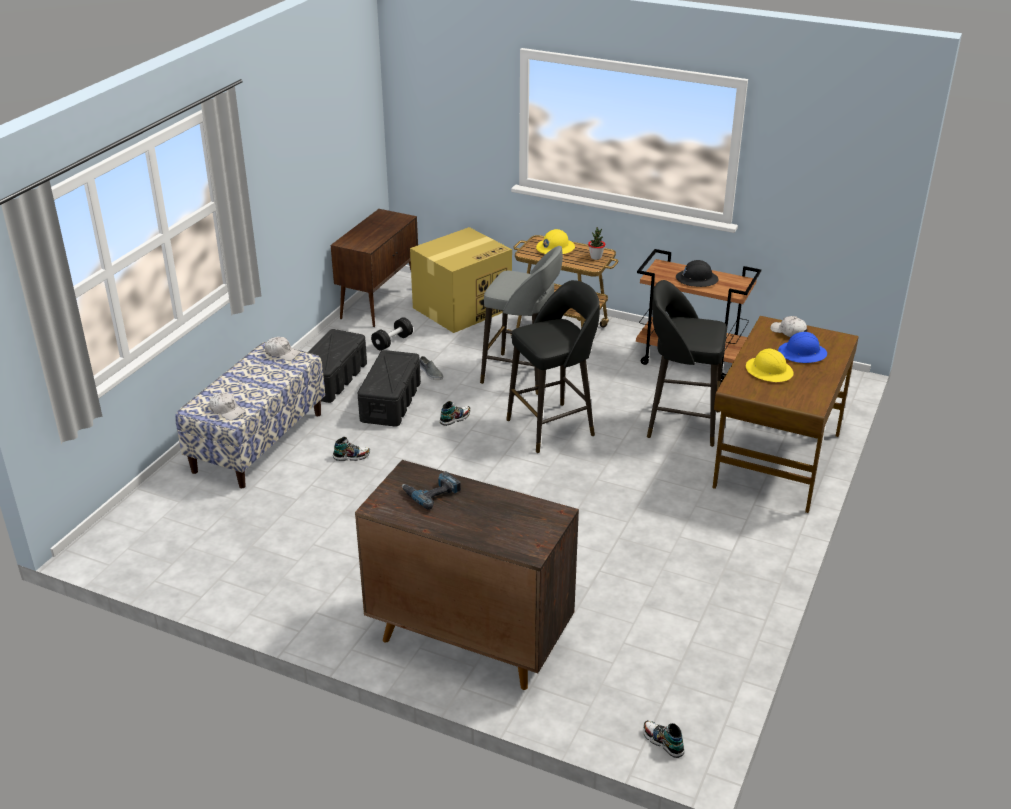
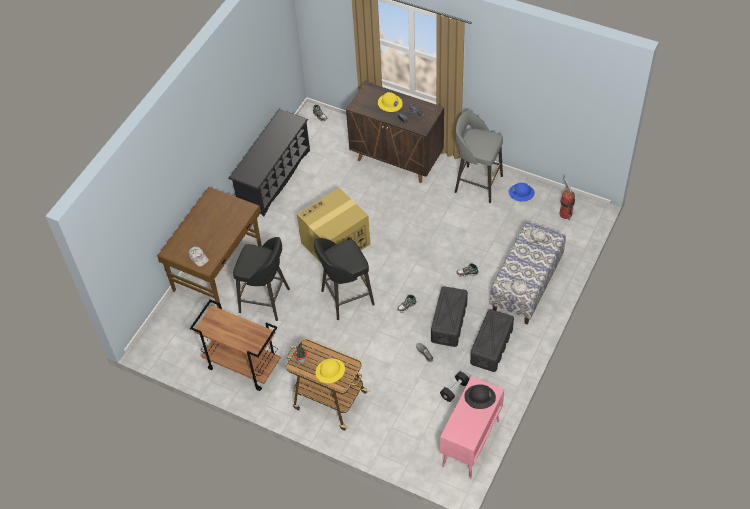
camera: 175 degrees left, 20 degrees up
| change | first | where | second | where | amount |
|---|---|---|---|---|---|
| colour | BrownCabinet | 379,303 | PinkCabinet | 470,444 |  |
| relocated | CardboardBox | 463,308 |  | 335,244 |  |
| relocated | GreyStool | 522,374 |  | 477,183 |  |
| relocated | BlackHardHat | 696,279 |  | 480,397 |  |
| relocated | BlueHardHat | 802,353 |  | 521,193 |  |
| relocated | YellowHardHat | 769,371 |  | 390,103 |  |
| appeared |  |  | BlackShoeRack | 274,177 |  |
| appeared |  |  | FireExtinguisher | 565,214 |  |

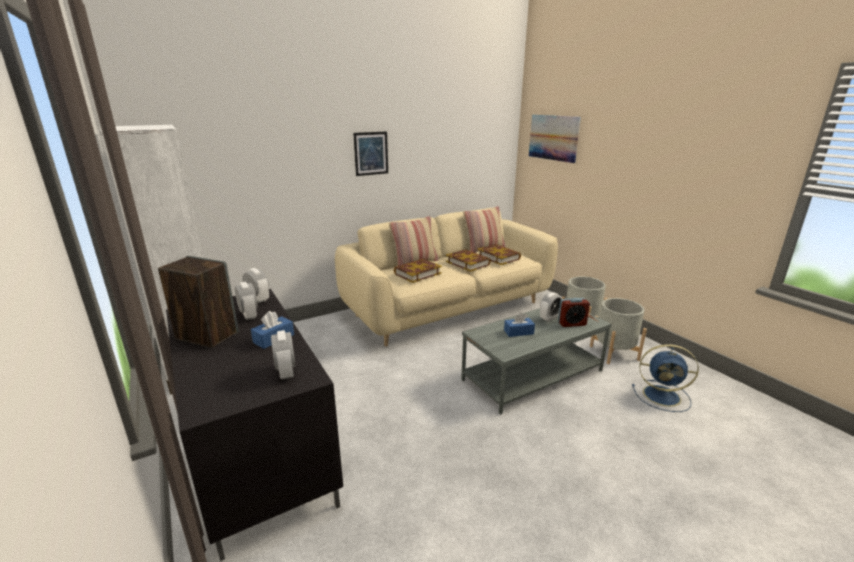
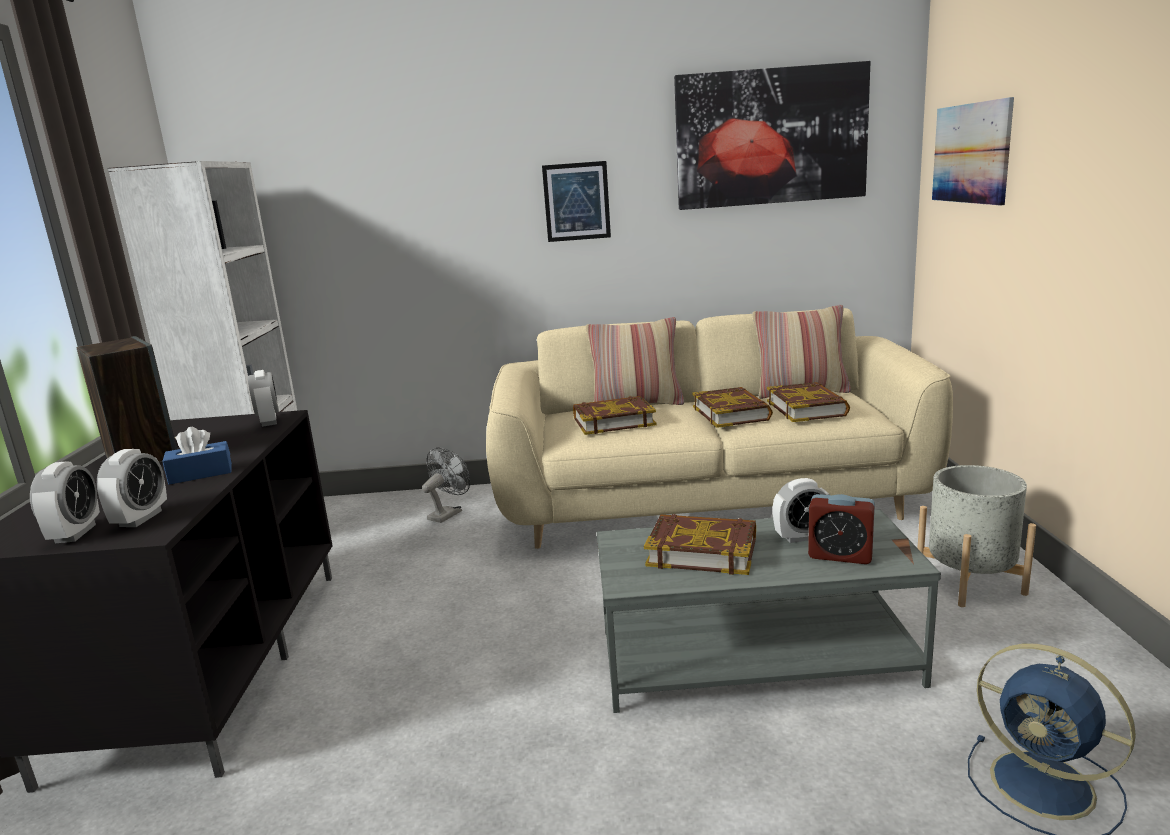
camera: 30 degrees right, 5 degrees down
| change | first | where | second | where | amount |
|---|---|---|---|---|---|
| relocated | AlarmClock | 249,315 |  | 75,533 |  |
| missing | GreyPlanter | 614,353 |  |  |  |
| exchanged | BlueTissueBox | 518,332 | Book | 702,551 |  |
| appeared |  |  | Picture | 771,137 |  |
| appeared |  |  | GreyFan | 448,513 |  |

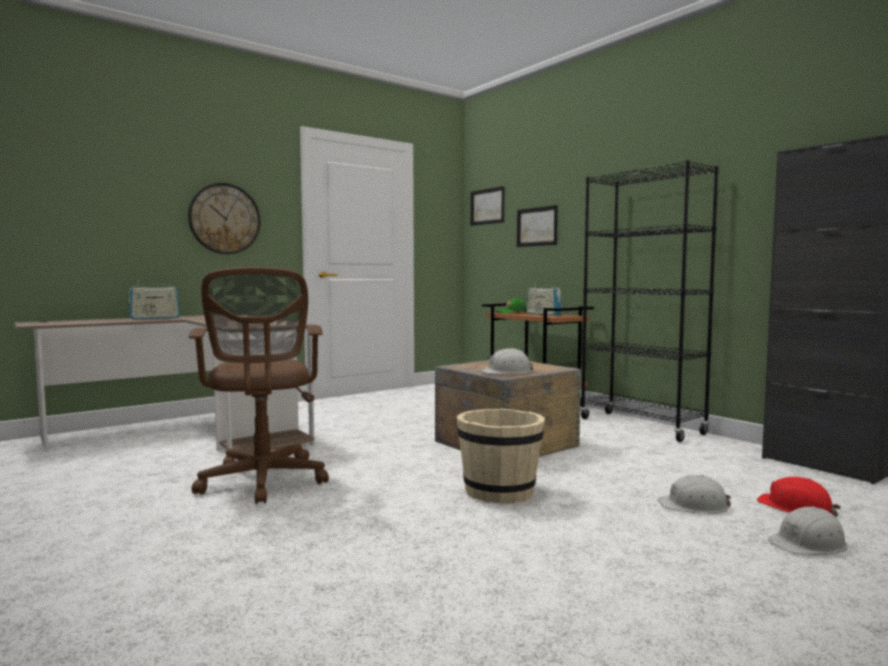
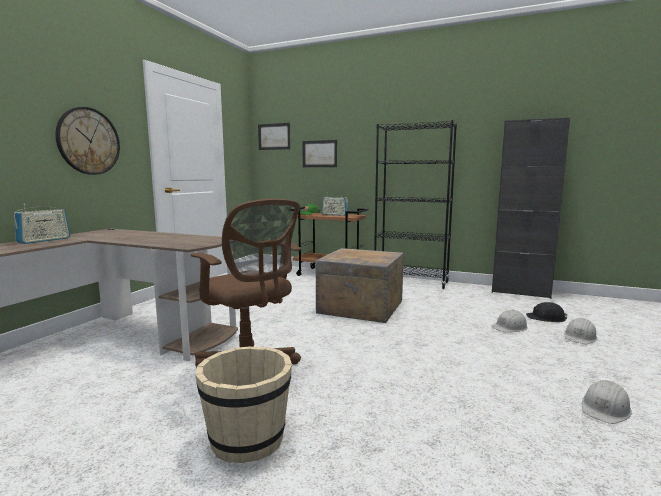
camera: 30 degrees left, 5 degrees up
| change | first | where | second | where | amount |
|---|---|---|---|---|---|
| relocated | WhiteHardHat | 507,372 |  | 605,408 |  |
| relocated | BeigeBucket | 499,492 |  | 247,439 |  |
| colour | RedHardHat | 796,507 | BlackHardHat | 546,318 |  |

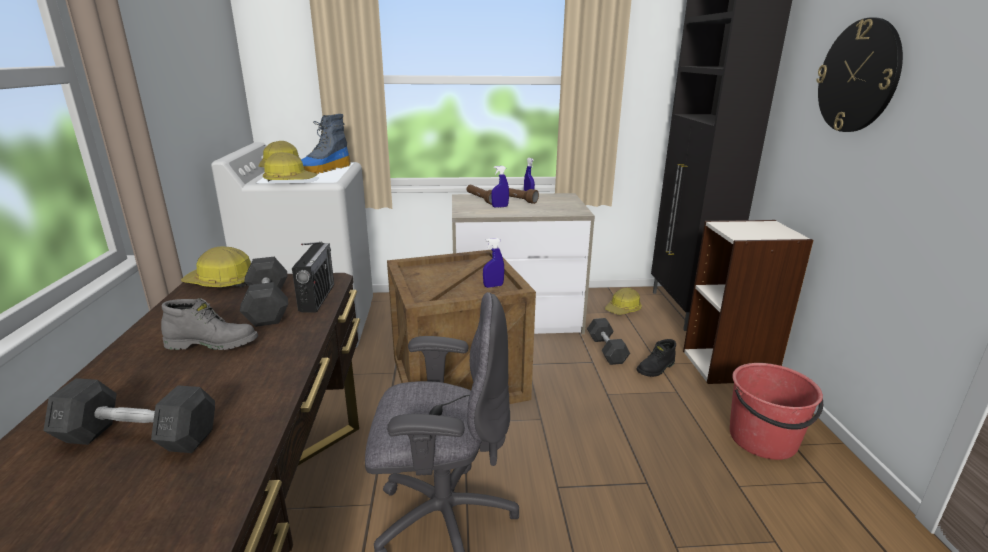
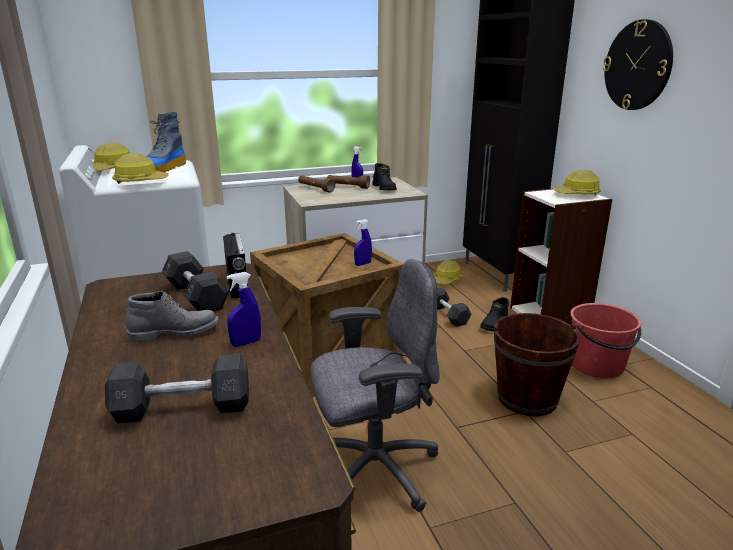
camera: 15 degrees left, 0 degrees up
| change | first | where | second | where | amount |
|---|---|---|---|---|---|
| relocated | BlueSprayBottle | 500,207 |  | 246,343 |  |
| relocated | HardHat | 222,283 |  | 577,194 |  |
| appeared |  |  | BlackBoot | 385,188 |  |
| appeared |  |  | BrownBucket | 527,398 |  |

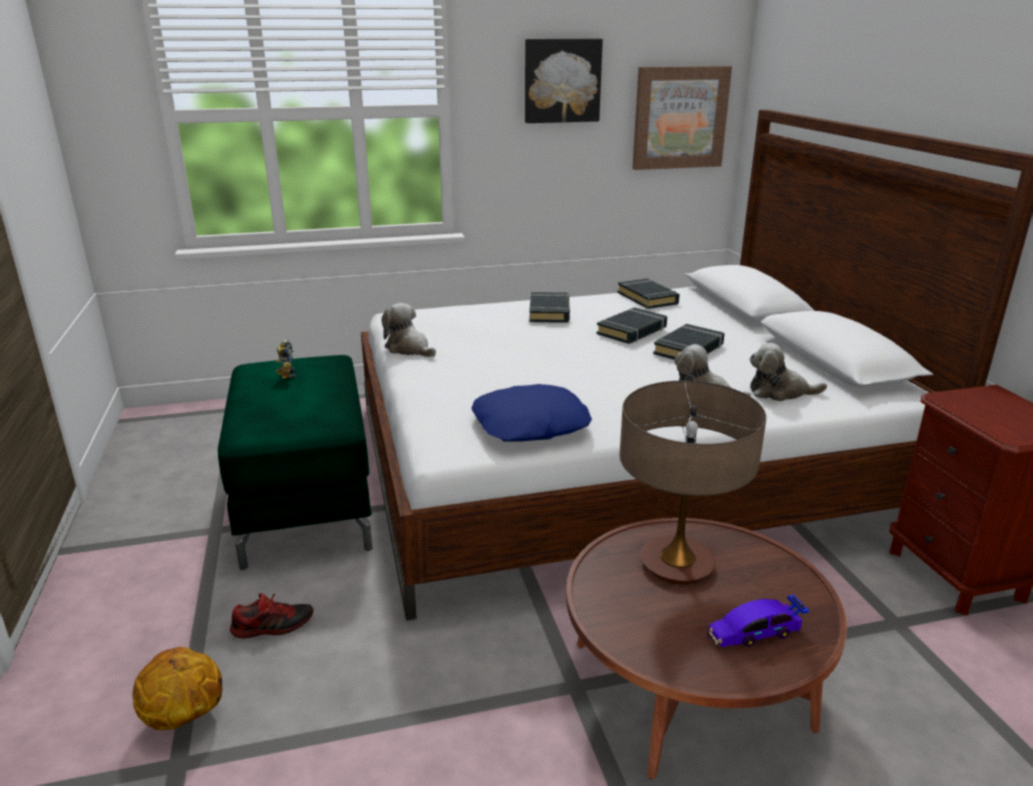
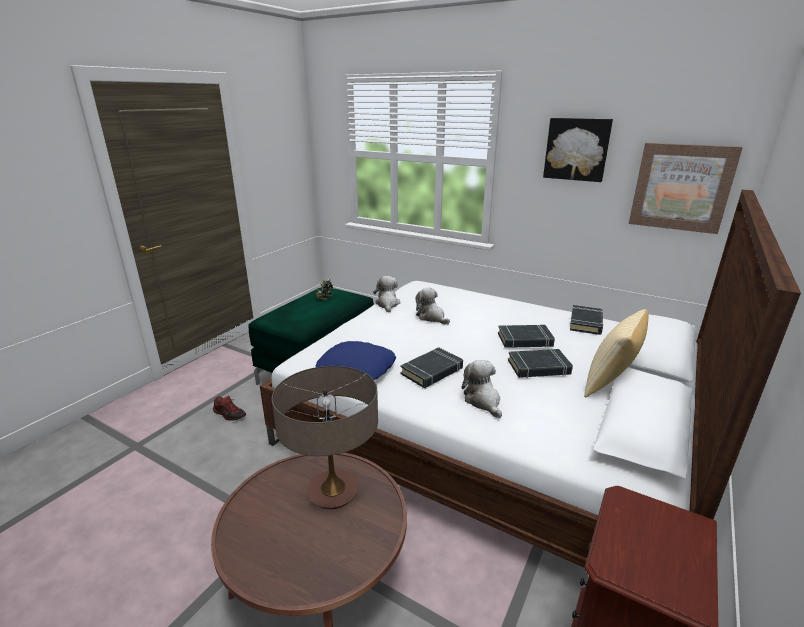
camera: 45 degrees right, 0 degrees up
| change | first | where | second | where | amount |
|---|---|---|---|---|---|
| relocated | BlackBook | 549,312 |  | 432,371 |  |
| relocated | PlushToy | 779,392 |  | 431,317 |  |
| missing | ToyCar | 755,632 |  |  |  |
| missing | Basketball | 184,717 |  |  |  |
| appeared |  |  | Pillow | 610,384 |  |

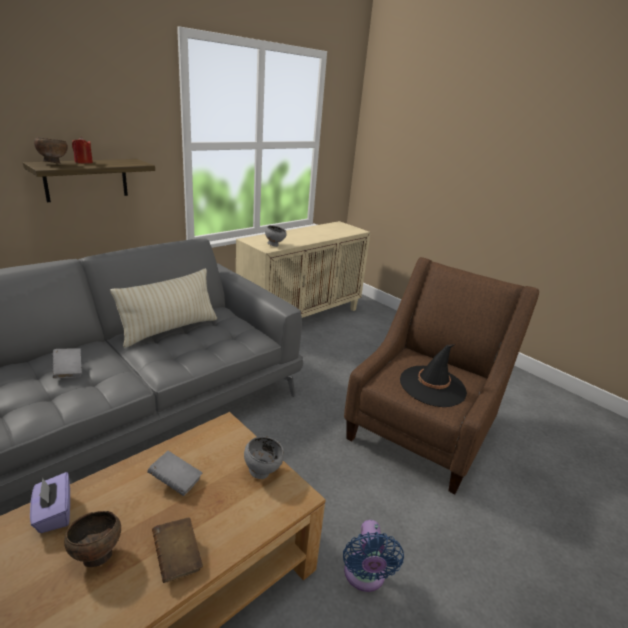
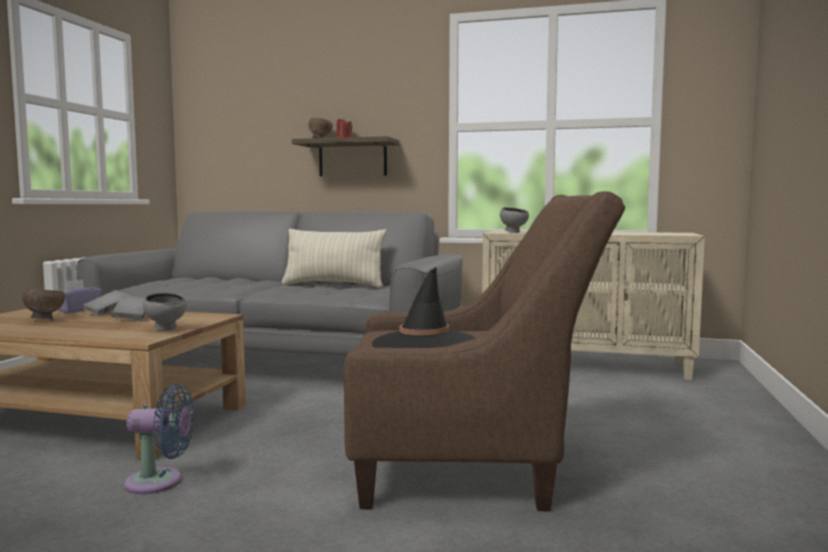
camera: 60 degrees right, 20 degrees down
| change | first | where | second | where | amount |
|---|---|---|---|---|---|
| relocated | GreyBook | 68,371 |  | 107,313 |  |
| missing | BrownBook | 177,558 |  |  |  |
| spun | BlueFan | 364,576 |  | 160,482 | 150 degrees counterclockwise |

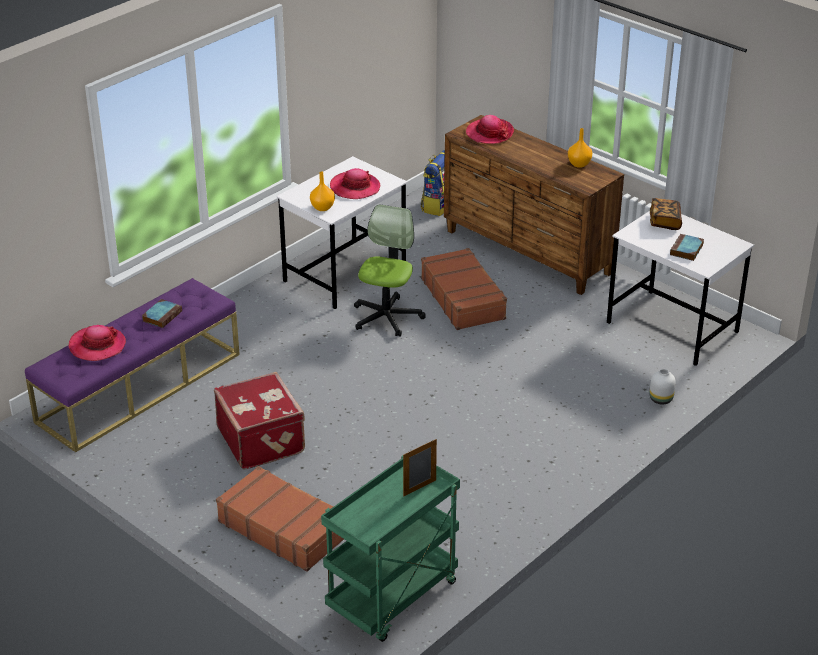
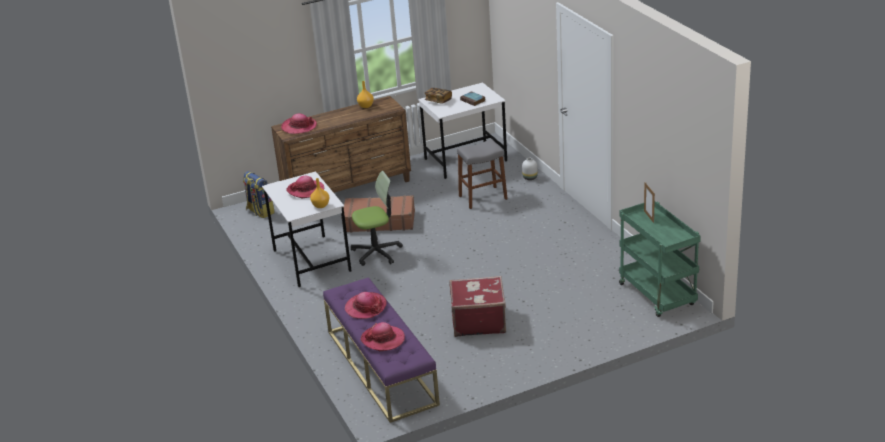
camera: 65 degrees left, 5 degrees down
| change | first | where | second | where | amount |
|---|---|---|---|---|---|
| spun | OfficeChair | 387,317 |  | 377,252 | 120 degrees clockwise |
| exchanged | Book | 162,315 | Hat | 365,307 |  |
| missing | BrownSuitcase | 283,528 |  |  |  |
| appeared |  |  | GreyStool | 483,197 |  |

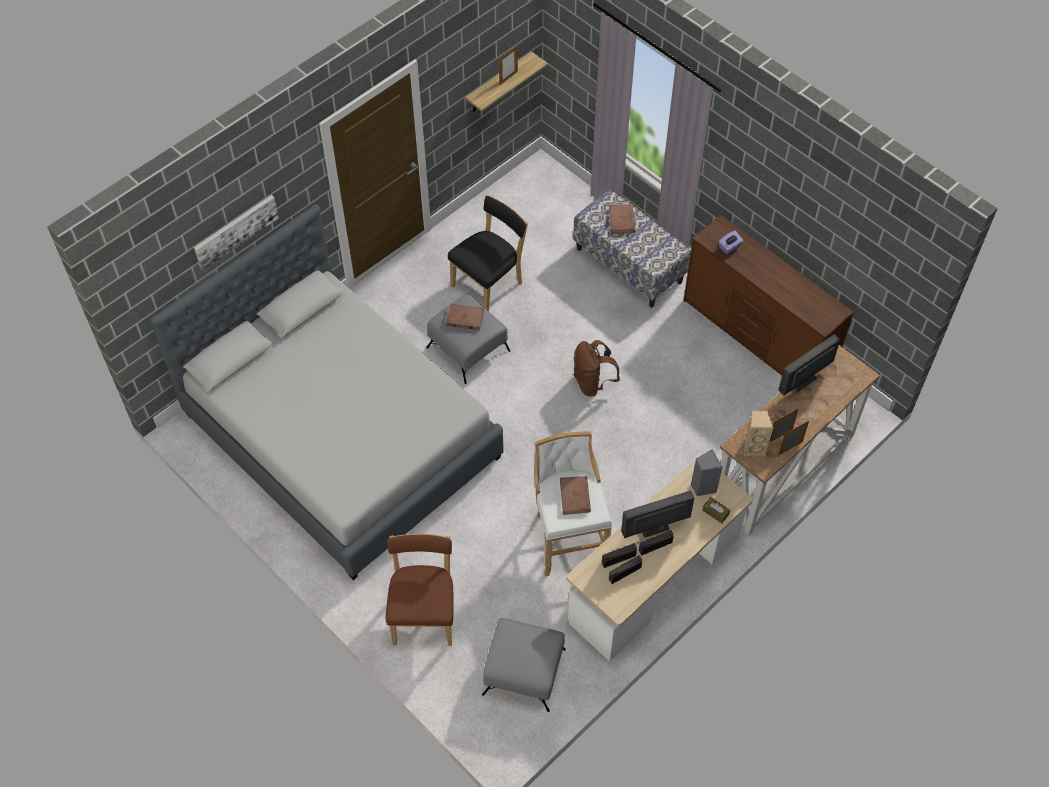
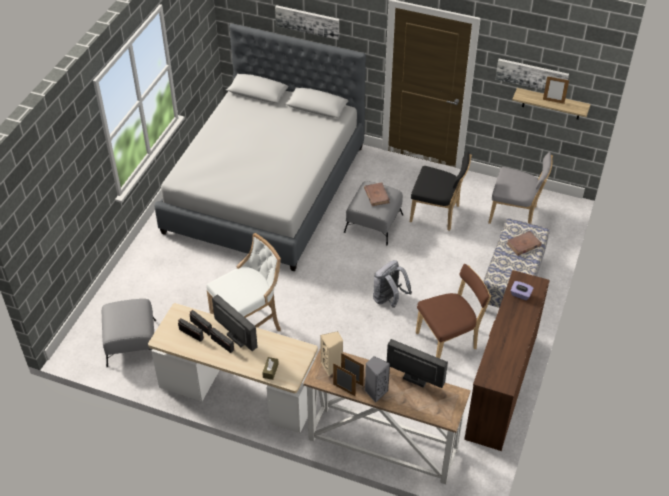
camera: 65 degrees right, 10 degrees down
| change | first | where | second | where | amount |
|---|---|---|---|---|---|
| colour | BrownBackpack | 592,383 | GreyBackpack | 389,299 |  |
| relocated | GreySpeaker | 703,487 |  | 375,392 |  |
| missing | BrownBook | 575,496 |  |  |  |
| relocated | BrownChair | 424,614 |  | 449,340 |  |
| appeared |  |  | Picture | 532,75 |  |
| appeared |  |  | GreyChair | 515,215 |  |

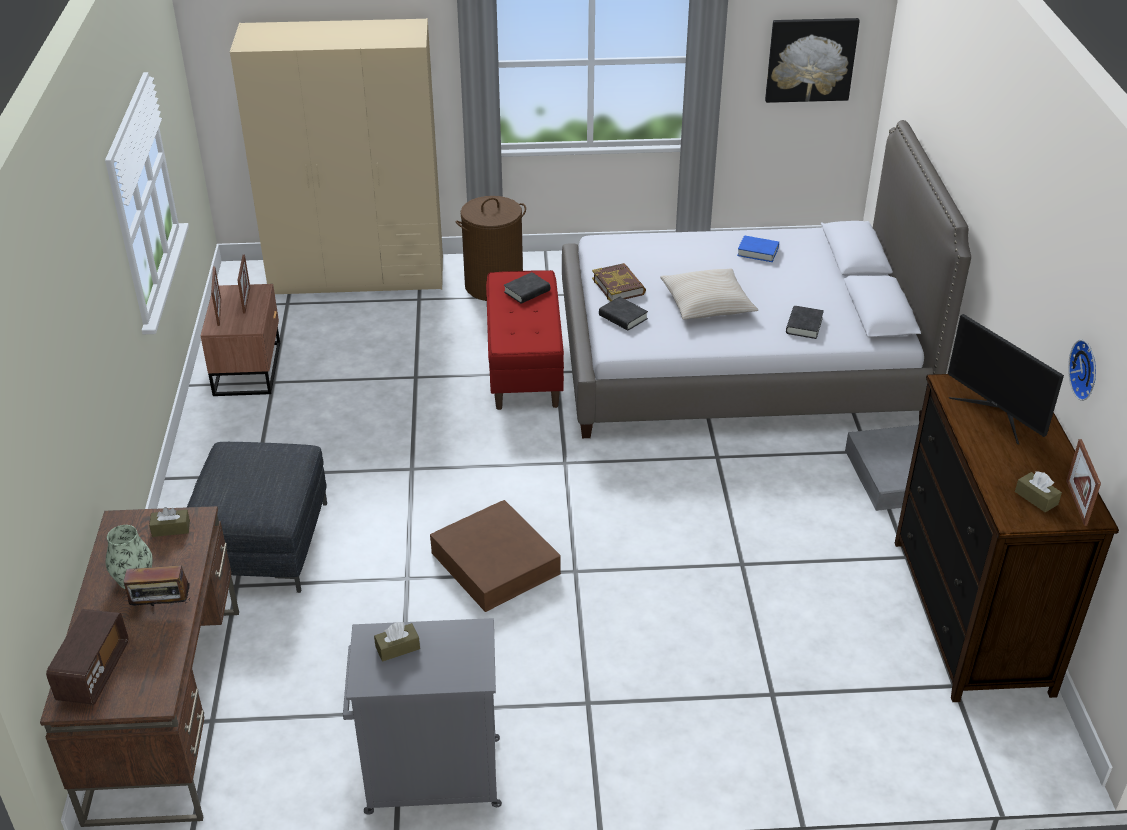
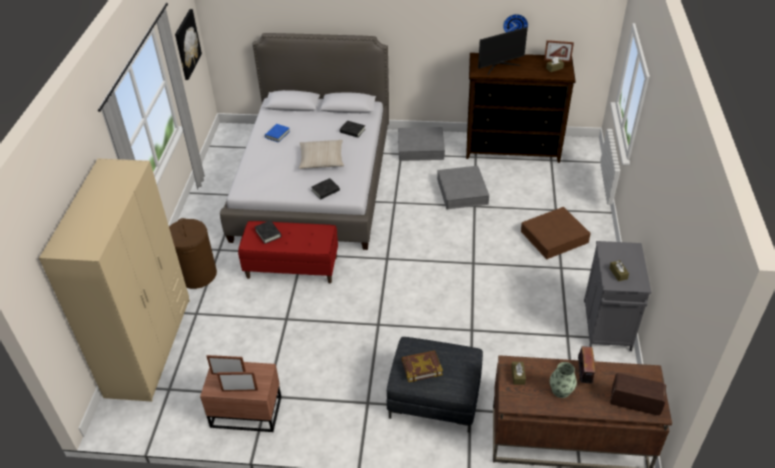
camera: 80 degrees left, 5 degrees up
| change | first | where | second | where | amount |
|---|---|---|---|---|---|
| relocated | Book | 618,286 |  | 421,367 |  |
| relocated | BrownStorageBox | 495,563 |  | 554,237 |  |
| appeared |  |  | GreyStorageBox | 462,191 |  |

